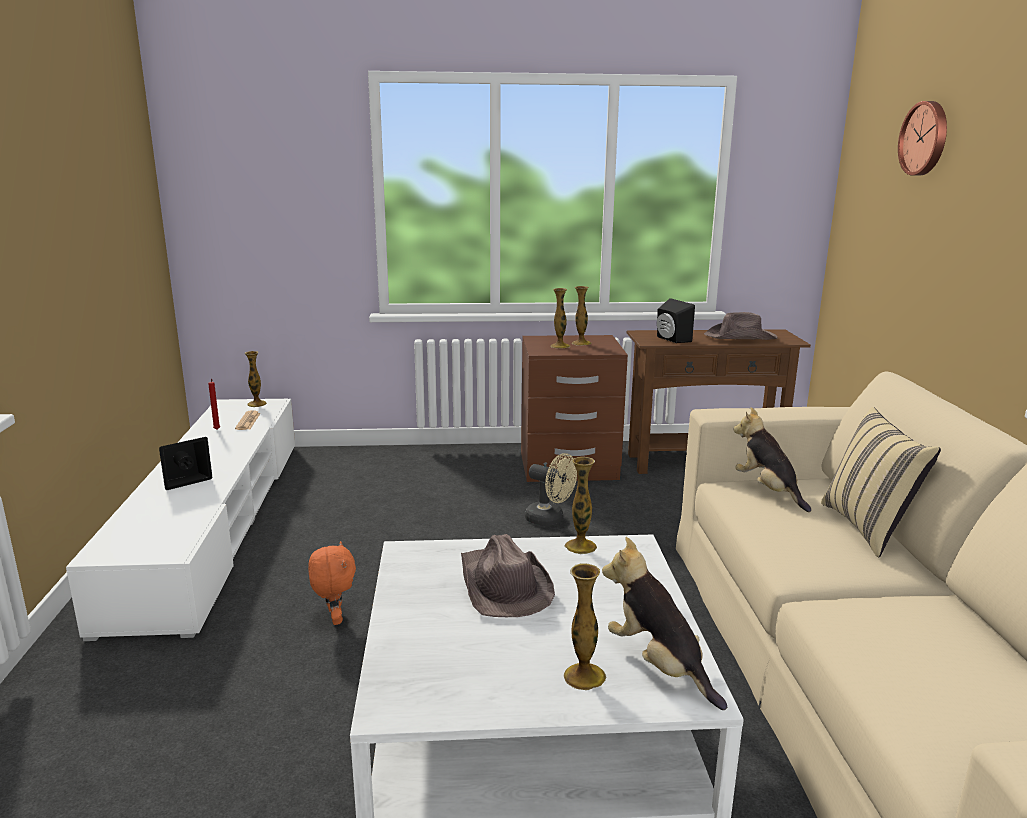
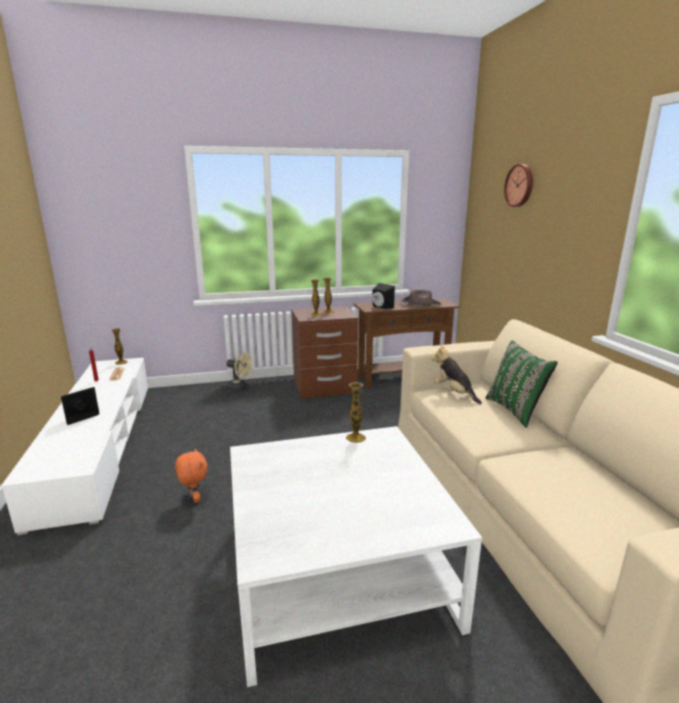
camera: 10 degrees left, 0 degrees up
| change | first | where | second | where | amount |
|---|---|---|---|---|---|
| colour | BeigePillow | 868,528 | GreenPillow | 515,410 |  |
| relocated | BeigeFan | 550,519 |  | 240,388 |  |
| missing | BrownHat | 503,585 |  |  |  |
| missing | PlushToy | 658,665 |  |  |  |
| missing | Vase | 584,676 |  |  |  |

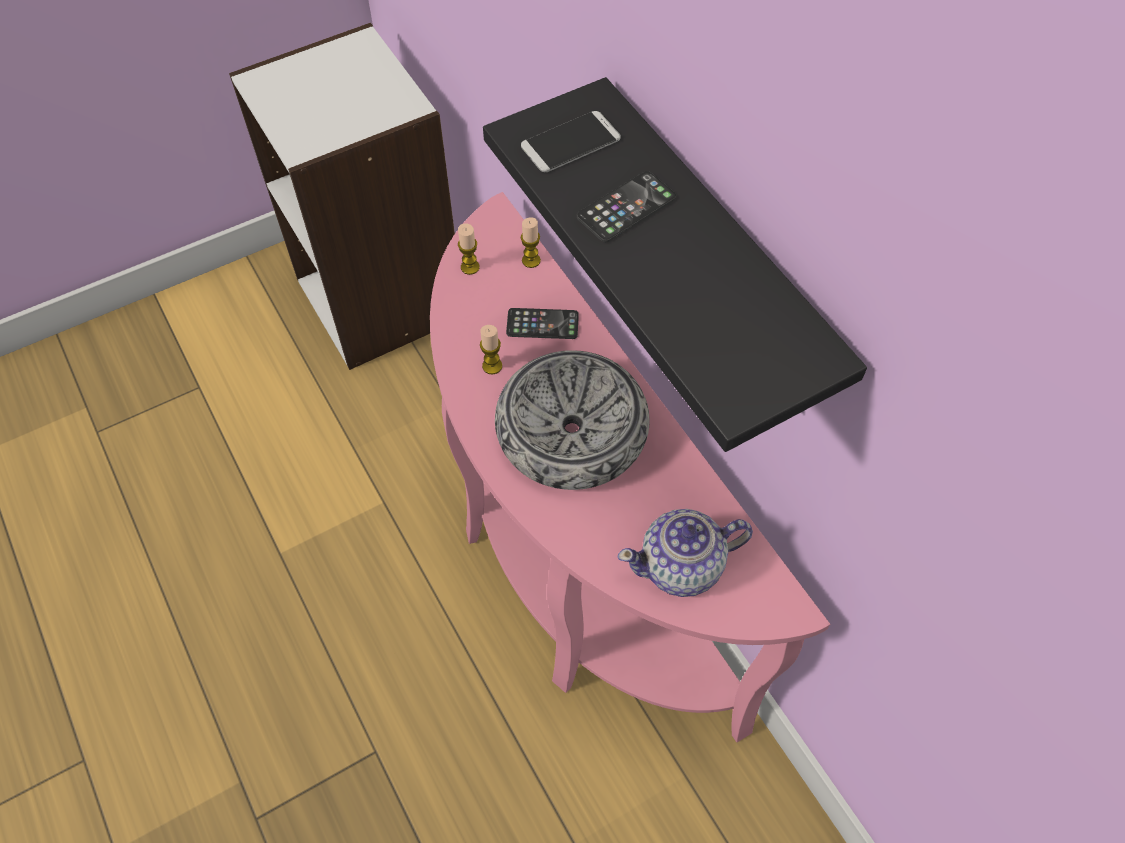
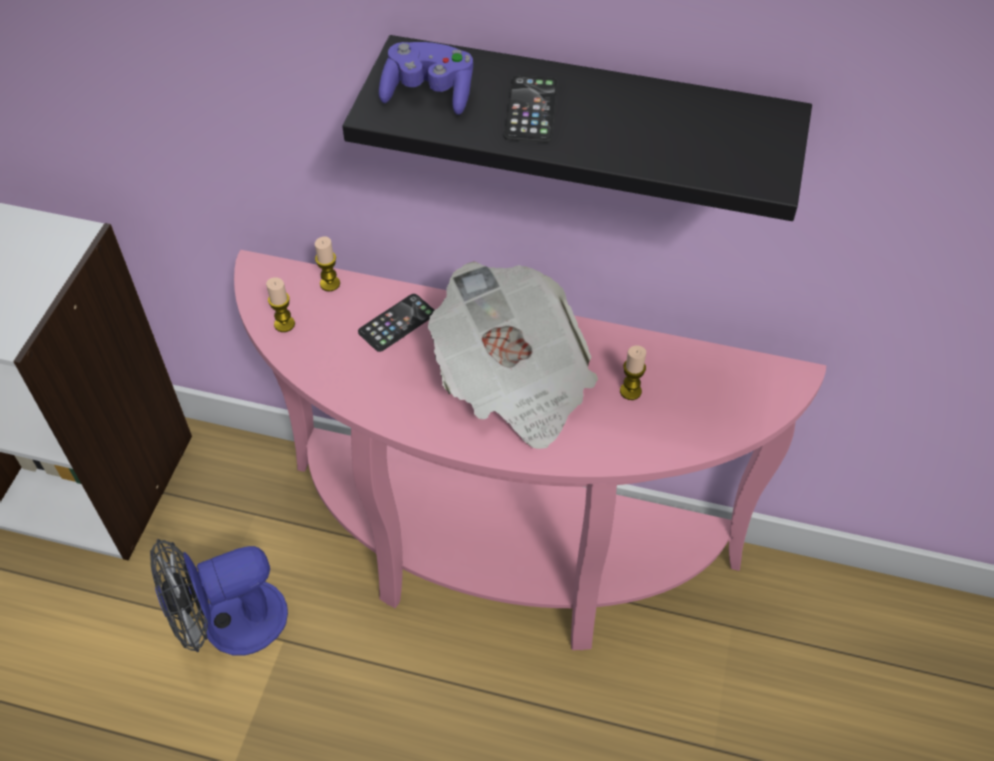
camera: 45 degrees left, 5 degrees down
| change | first | where | second | where | amount |
|---|---|---|---|---|---|
| exchanged | Phone | 570,143 | PurpleGameController | 429,94 |  |
| relocated | Candle | 492,366 |  | 630,391 |  |
| exchanged | Bowl | 572,432 | Newspaper | 514,381 |  |
| missing | Teapot | 682,566 |  |  |  |
| appeared |  |  | Fan | 229,624 |  |

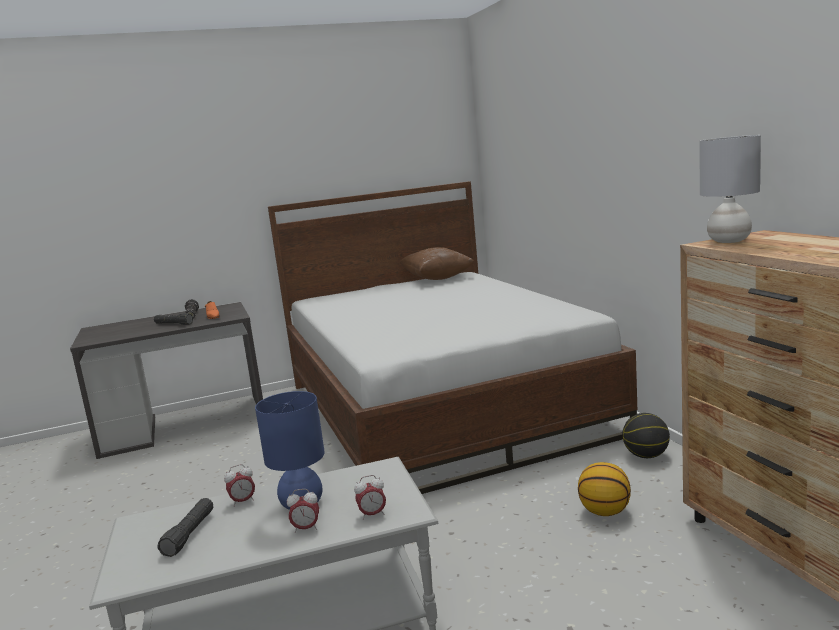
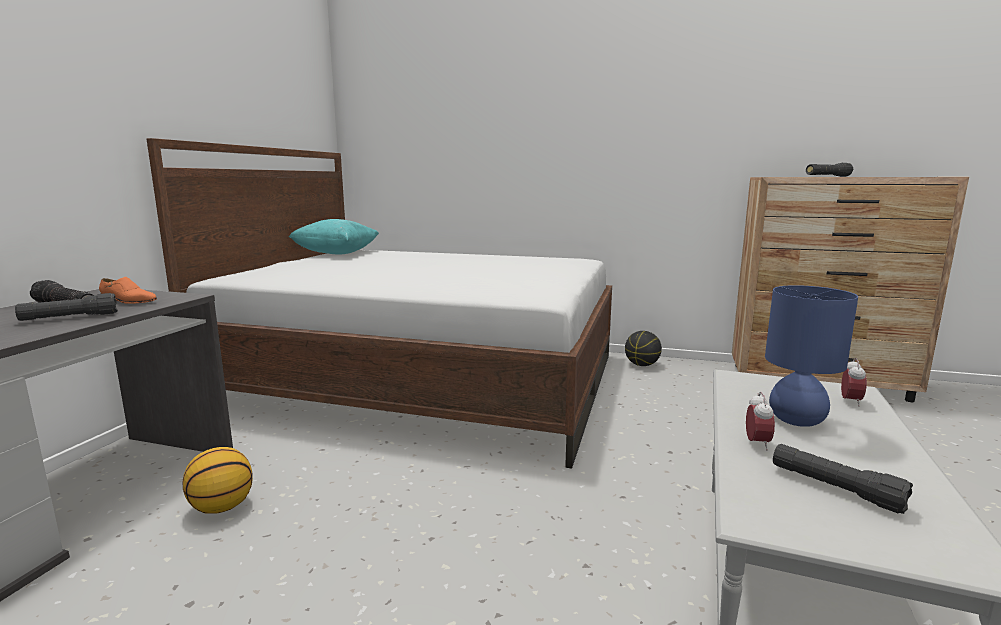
camera: 55 degrees left, 0 degrees up
| change | first | where | second | where | amount |
|---|---|---|---|---|---|
| missing | GreyTableLamp | 729,241 |  |  |  |
| colour | BrownPillow | 437,279 | TurquoisePillow | 336,254 |  |
| relocated | Basketball | 604,512 |  | 221,507 |  |
| missing | AlarmClock | 306,529 |  |  |  |
| appeared |  |  | BlackFlashlight | 828,176 |  |

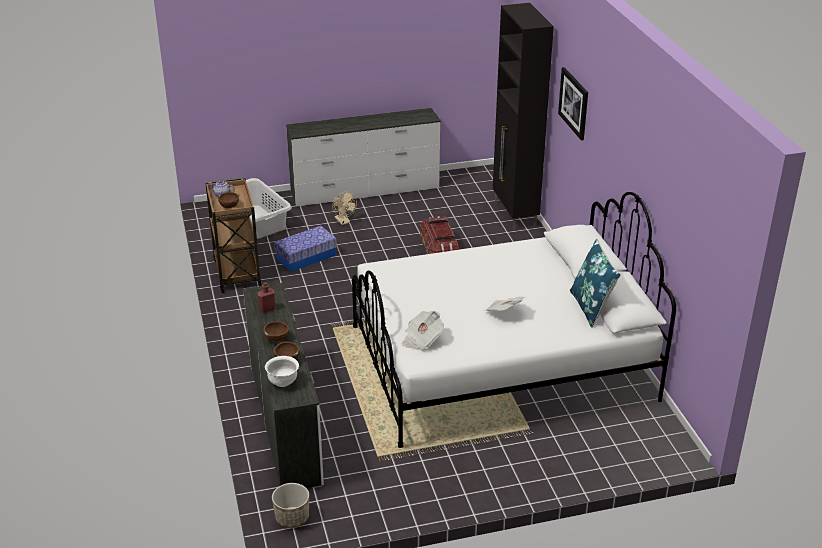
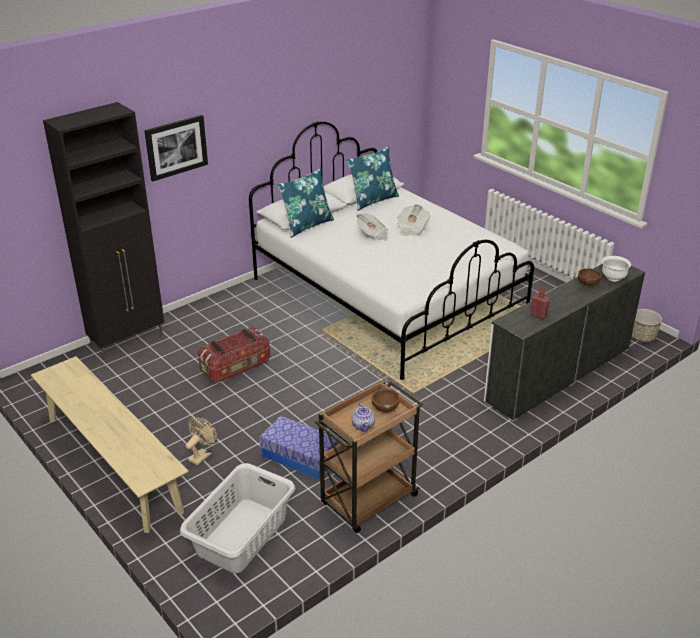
camera: 115 degrees left, 0 degrees up
| change | first | where | second | where | amount |
|---|---|---|---|---|---|
| exchanged | WhiteDresser | 365,191 | BeigeBench | 112,463 |  |
| relocated | Newspaper | 421,340 |  | 373,235 |  |
| missing | BrownBowl | 276,339 |  |  |  |
| appeared |  |  | BluePillow | 306,225 |  |

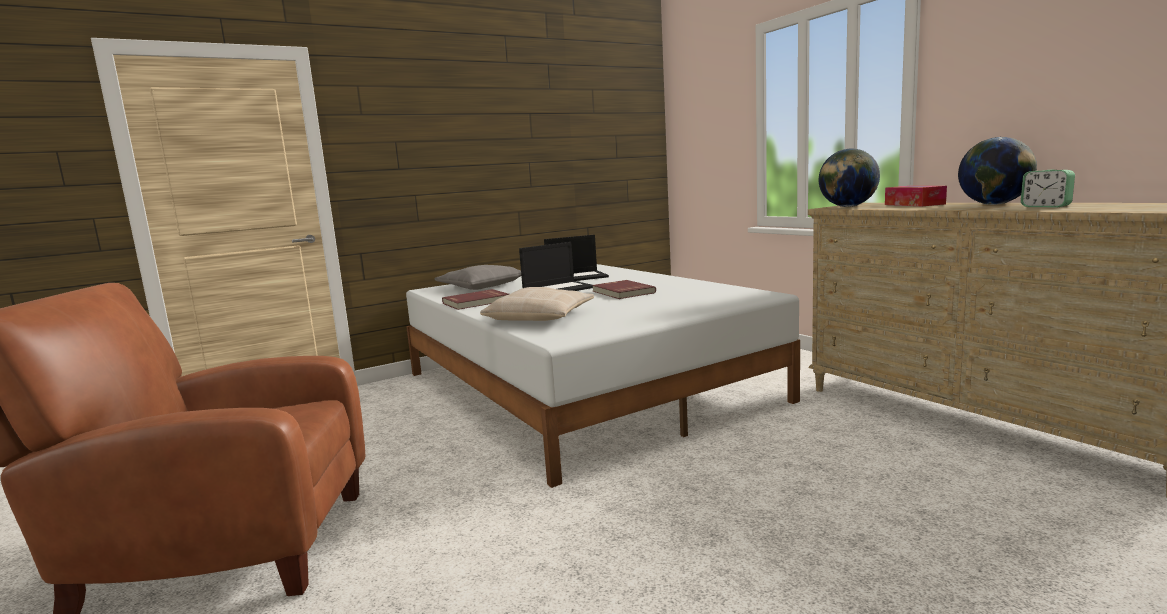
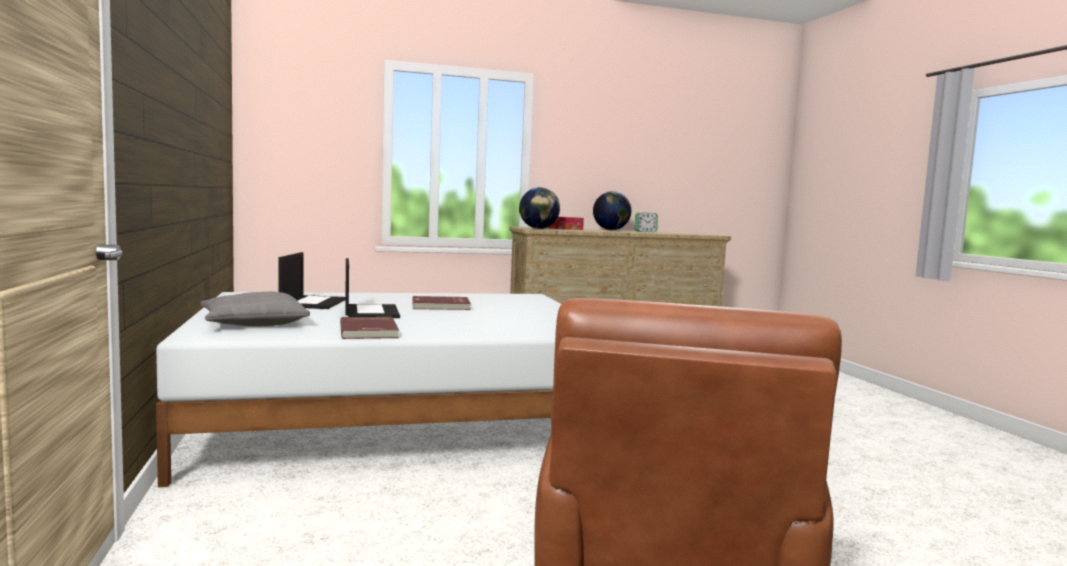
camera: 75 degrees left, 5 degrees down
| change | first | where | second | where | amount |
|---|---|---|---|---|---|
| missing | BeigePillow | 540,317 |  |  |  |

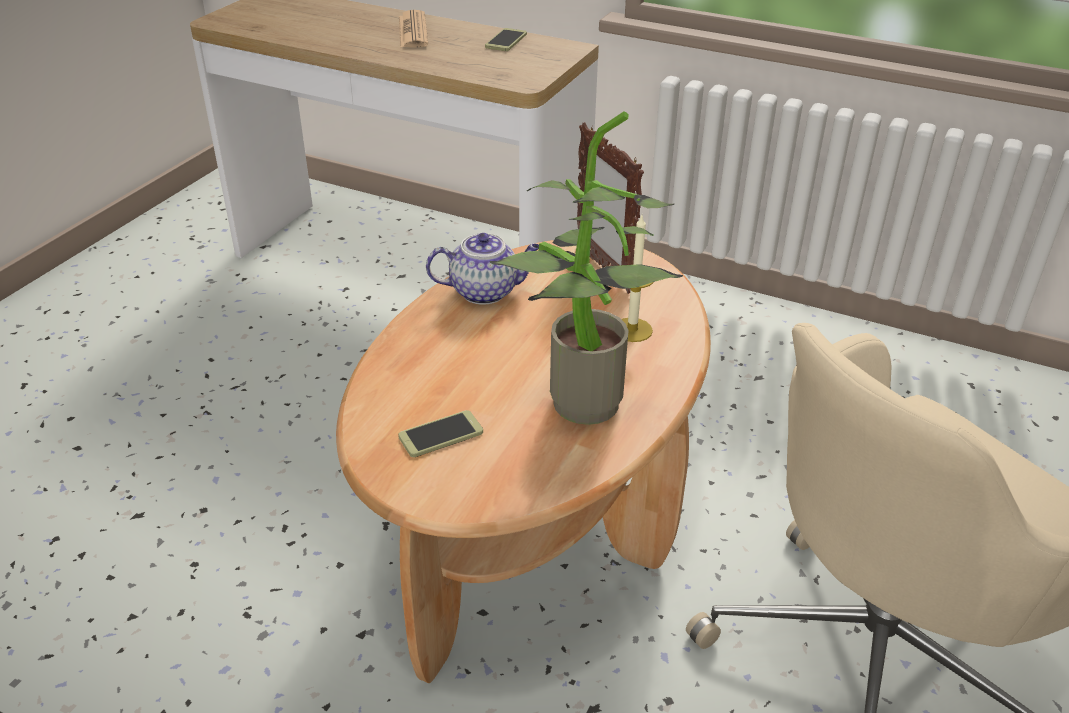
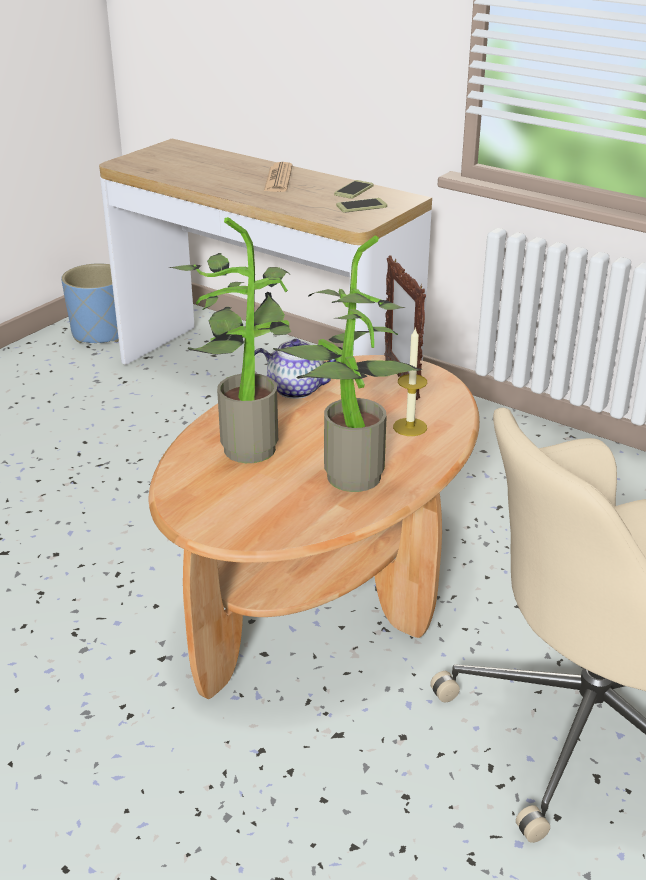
camera: 10 degrees right, 5 degrees down
| change | first | where | second | where | amount |
|---|---|---|---|---|---|
| relocated | Phone | 441,434 |  | 361,206 |  |
| appeared |  |  | PottedPlant | 247,444 |  |
| appeared |  |  | BluePlanter | 101,333 |  |

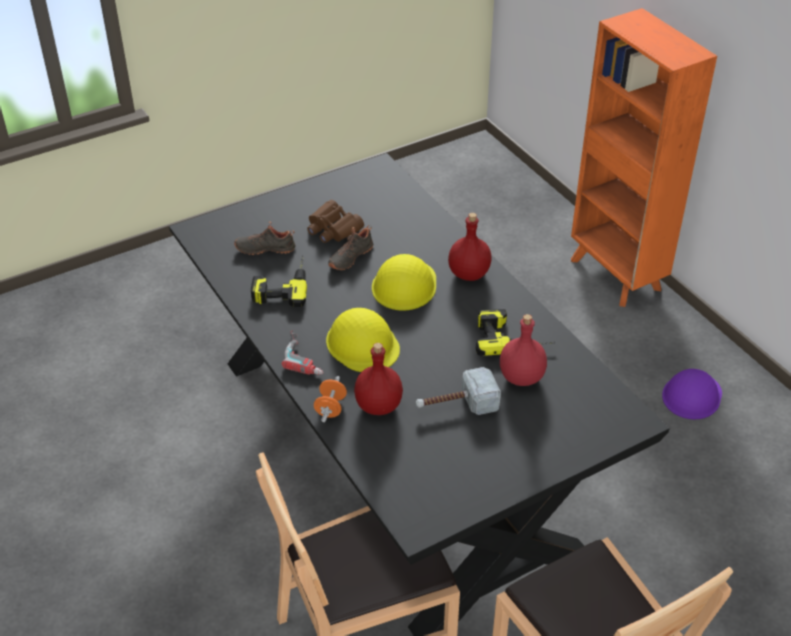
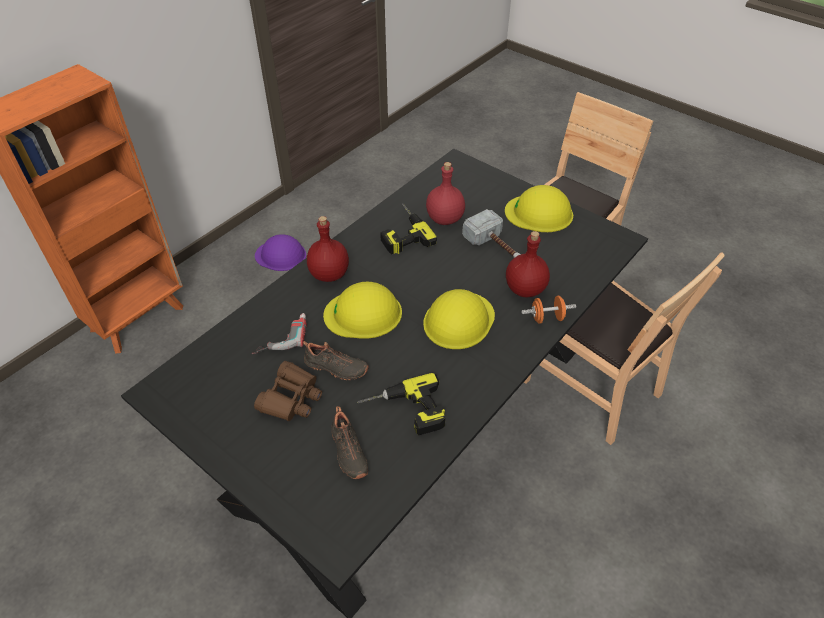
camera: 110 degrees left, 5 degrees up
| change | first | where | second | where | amount |
|---|---|---|---|---|---|
| relocated | PowerDrill | 306,356 |  | 281,336 |  |
| appeared |  |  | YellowHardHat | 539,213 |  |

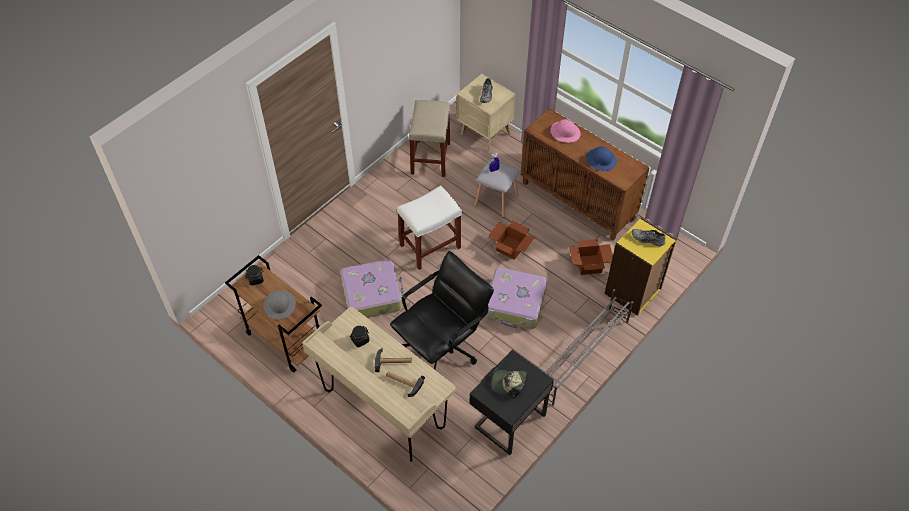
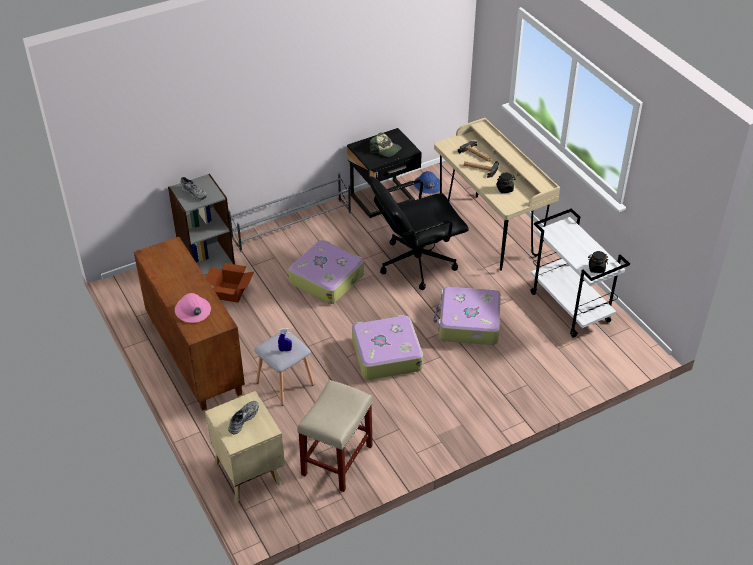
camera: 160 degrees left, 10 degrees down
| change | first | where | second | where | amount |
|---|---|---|---|---|---|
| relocated | BlueHardHat | 601,160 |  | 427,185 |  |
| exchanged | WhiteStool | 430,246 | Suitcase | 386,354 |  |
| colour | YellowBookcase | 633,292 | GreyBookcase | 206,259 |  |
| missing | CardboardBox | 510,247 |  |  |  |
| colour | BrownCart | 284,339 | WhiteCart | 570,307 |  |
| missing | GreyHardHat | 280,305 |  |  |  |

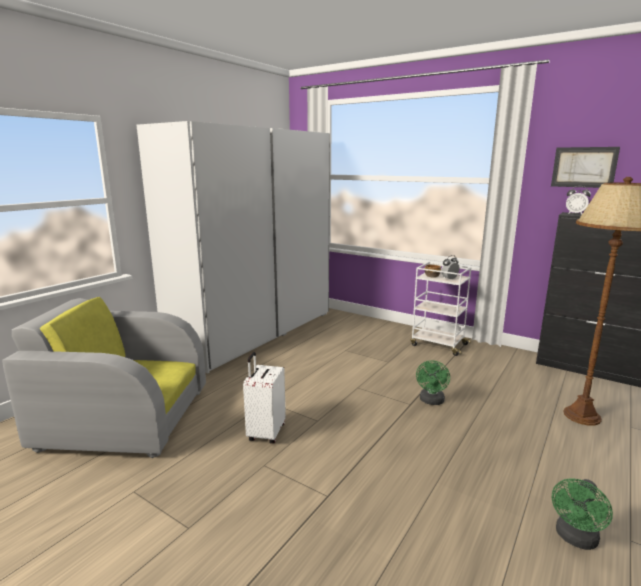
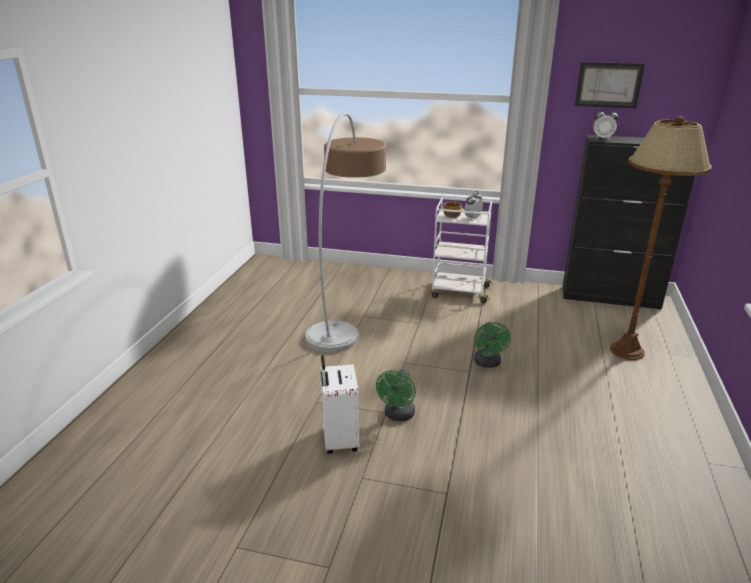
camera: 20 degrees left, 10 degrees up
| change | first | where | second | where | amount |
|---|---|---|---|---|---|
| missing | WhiteWardrobe | 255,332 |  |  |  |
| missing | GreyArmchair | 125,418 |  |  |  |
| relocated | GreenFan | 575,539 |  | 398,415 |  |
| appeared |  |  | FloorLamp | 347,304 |  |

